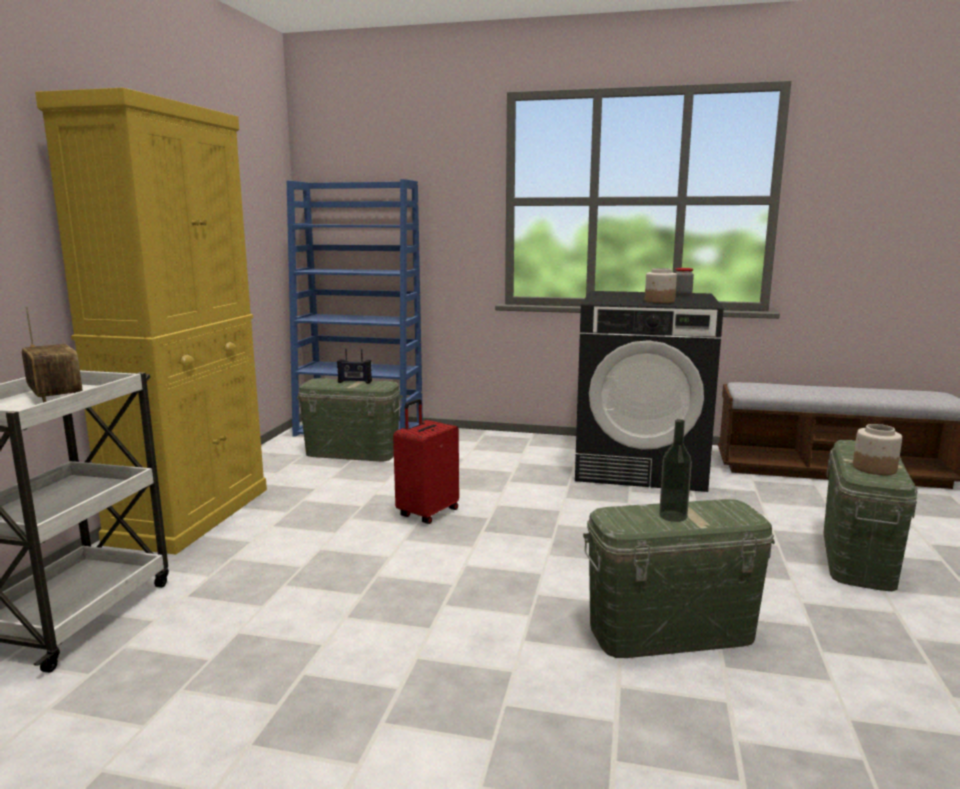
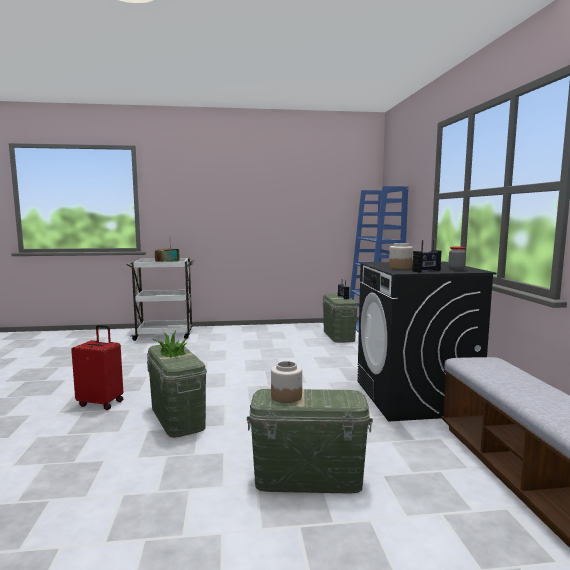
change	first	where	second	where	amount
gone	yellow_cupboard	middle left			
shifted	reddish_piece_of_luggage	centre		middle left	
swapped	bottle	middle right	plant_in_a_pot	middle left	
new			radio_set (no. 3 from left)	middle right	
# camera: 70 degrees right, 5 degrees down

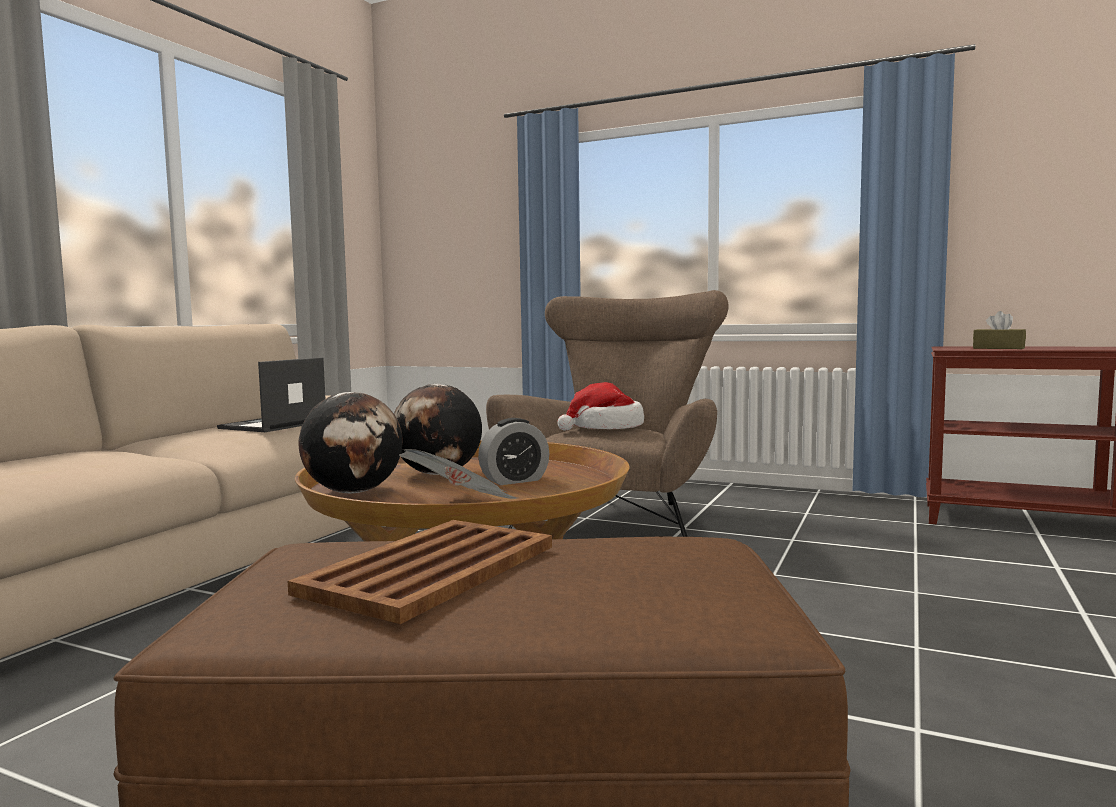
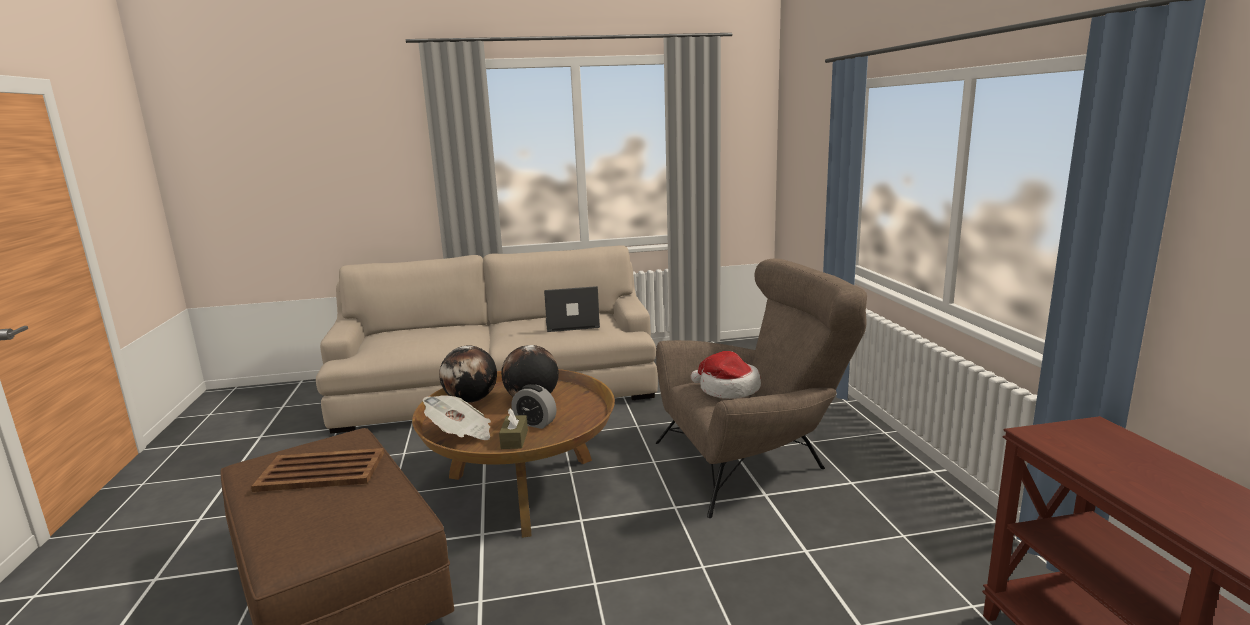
change	first	where	second	where	amount
shifted	brownish_tissue_box	middle right		bottom centre	
# camera: 55 degrees right, 10 degrees up

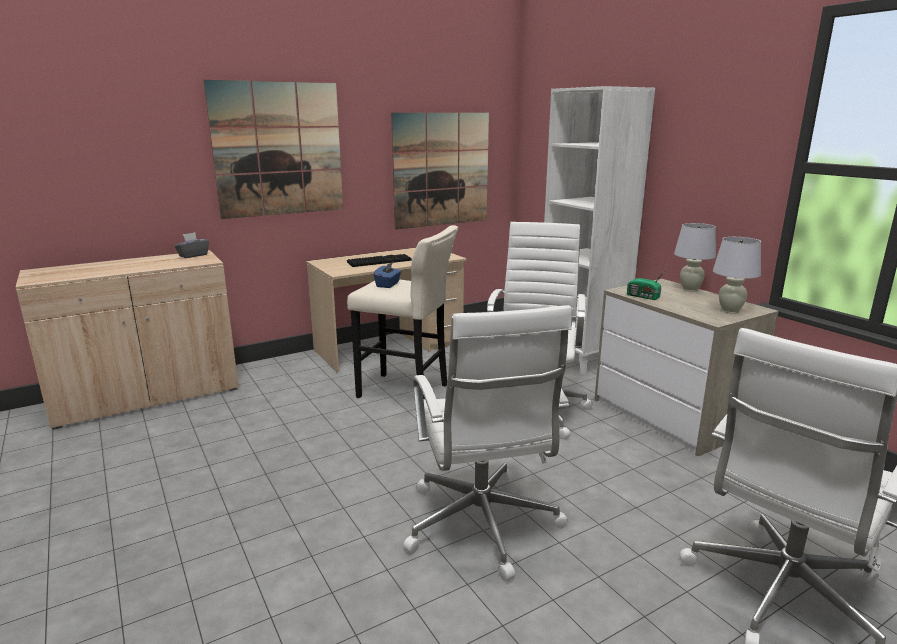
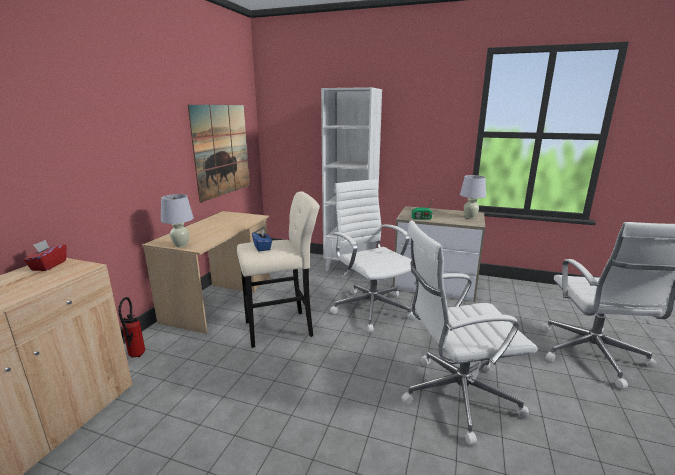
change	first	where	second	where	amount
repainted	gray_tissue_box	middle left	reddish_tissue_box	middle left	
gone	picture (no. 1 from left)	top left			
gone	computer_keyboard	centre			
rotated	white_office_chair (no. 1 from left in the first image)	bottom centre	white_office_chair (no. 2 from left)	bottom right	135 degrees clockwise
shifted	white_table_lamp (no. 1 from left)	middle right		middle left	
new			extinguisher	bottom left	
# camera: 40 degrees left, 0 degrees up

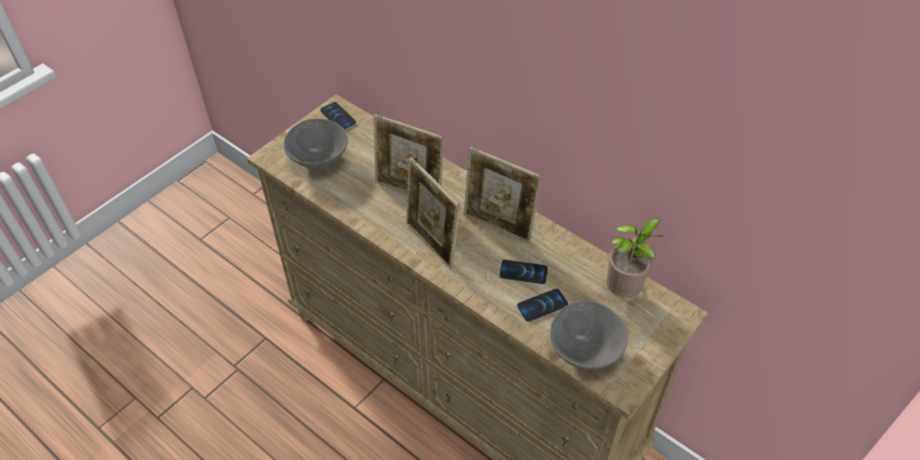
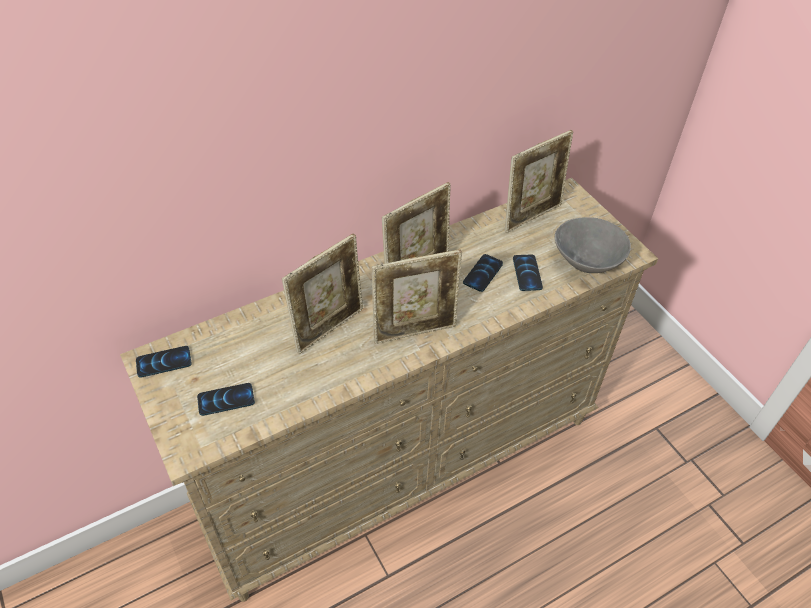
change	first	where	second	where	amount
swapped	gray_deep_dish (no. 1 from left)	top centre	handset (no. 2 from left)	middle left	
swapped	plant_in_a_pot	middle right	photo_frame (no. 4 from left)	top centre	
# camera: 70 degrees left, 0 degrees up

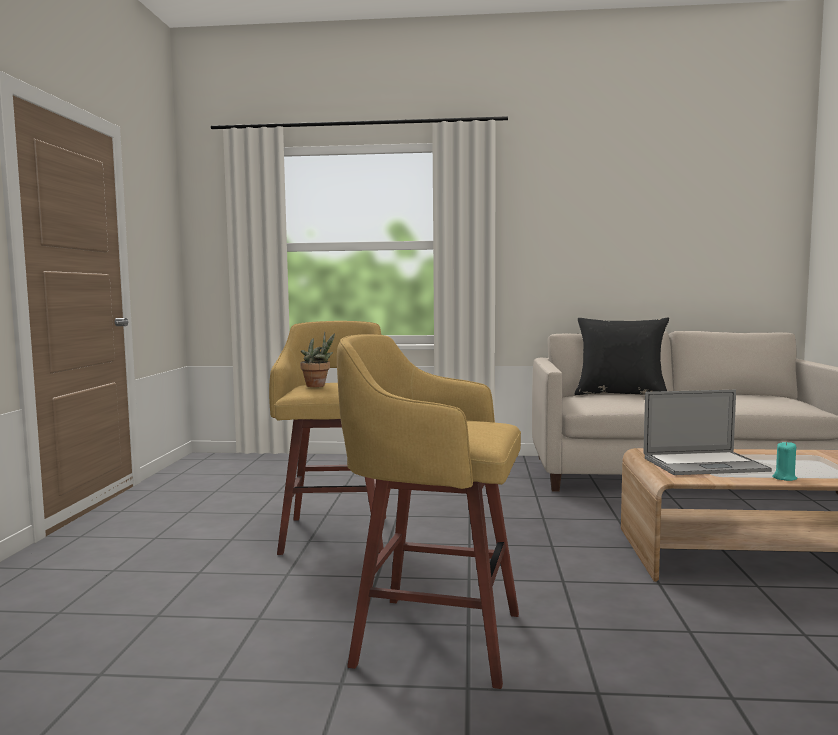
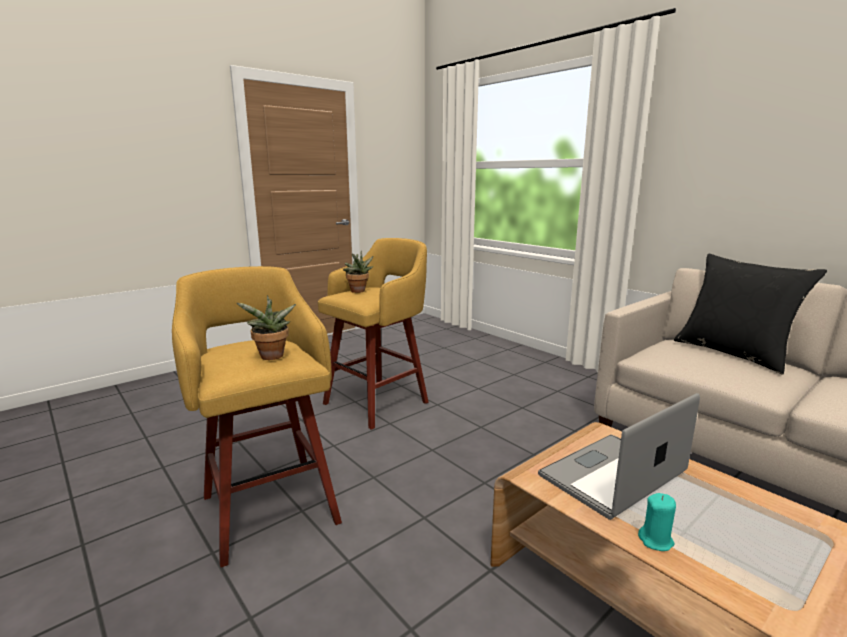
change	first	where	second	where	amount
rotated	portable_computer	middle right		bottom right	105 degrees clockwise
new			plant_in_a_pot (no. 1 from left)	middle left	
# camera: 45 degrees right, 10 degrees up

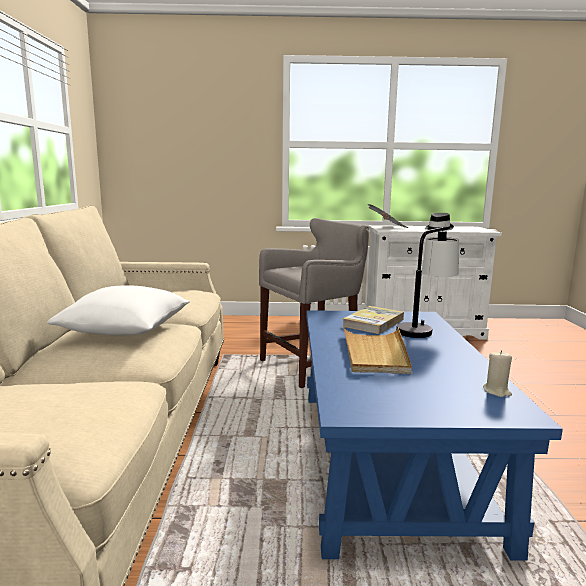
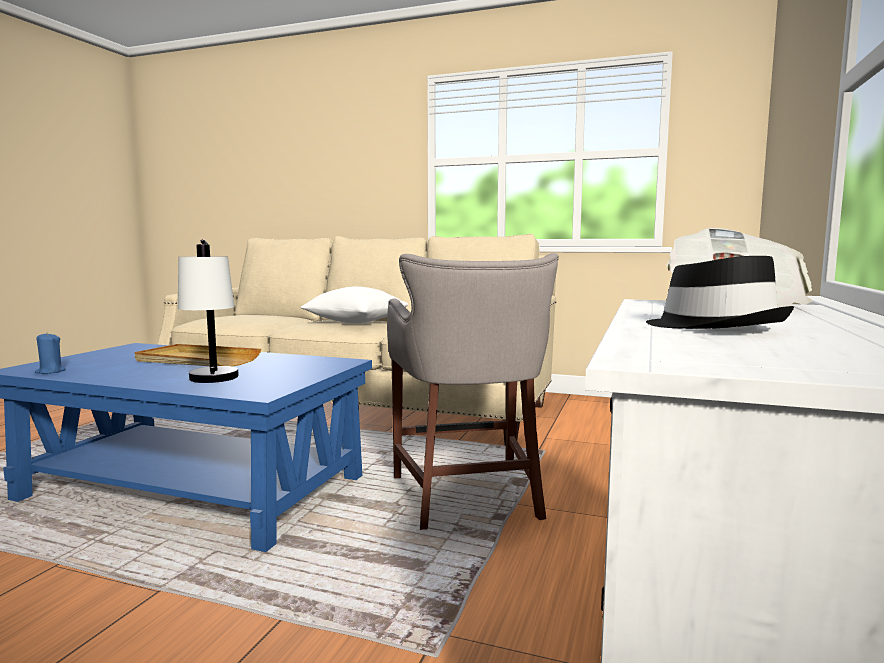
change	first	where	second	where	amount
gone	book	centre			
repainted	beige-coloured_wax_candle	middle right	bluish_wax_candle	middle left	
# camera: 110 degrees right, 5 degrees down

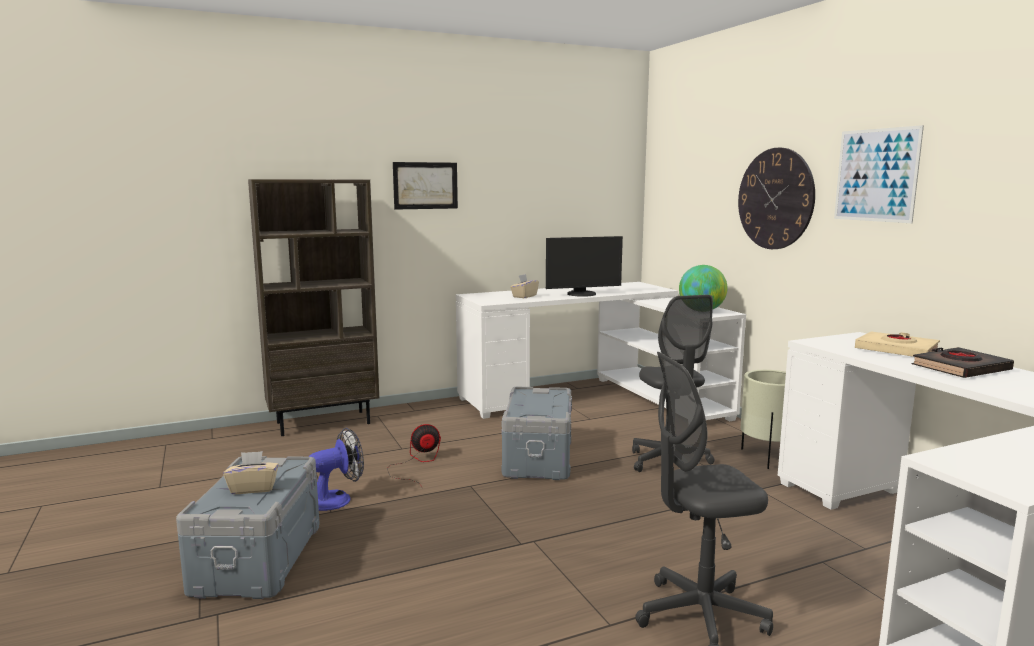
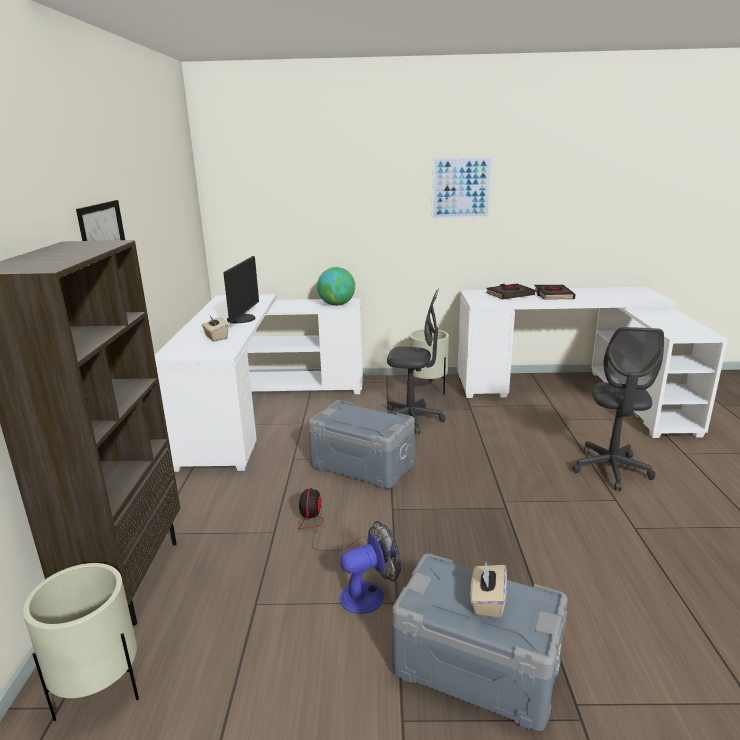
change	first	where	second	where	amount
rotated	fan (no. 1 from left in the first image)	bottom left	fan (no. 2 from left)	bottom centre	75 degrees clockwise
gone	clock_on_the_wall	top right			
repainted	beige-coloured_book	middle right	blackish_book (no. 1 from left)	middle right	
new			beige-coloured_planter (no. 1 from left)	bottom left	
# camera: 65 degrees left, 10 degrees up

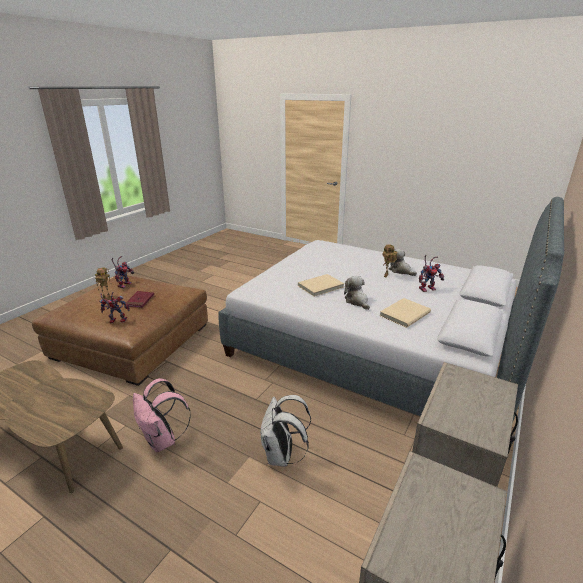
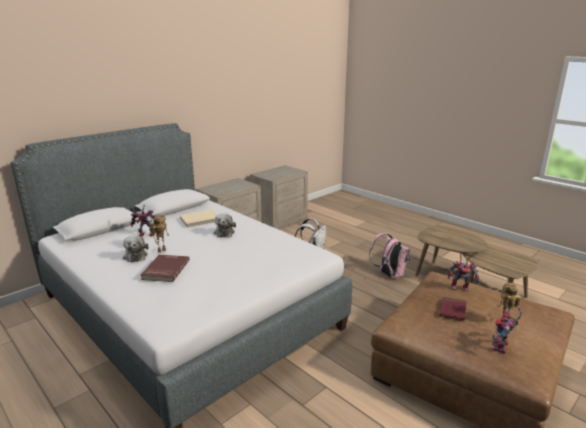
change	first	where	second	where	amount
gone	beige-coloured_book (no. 1 from left)	centre			
new			reddish_book (no. 1 from left)	middle left	
# camera: 165 degrees left, 5 degrees down

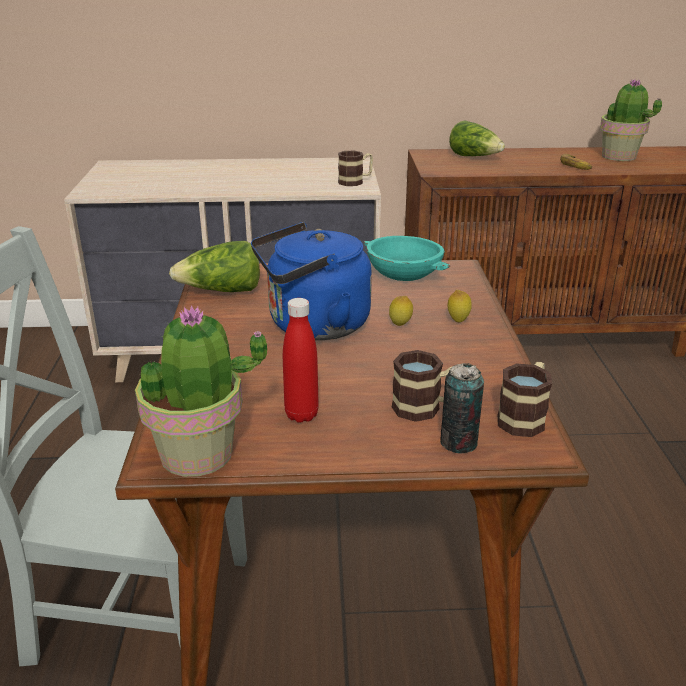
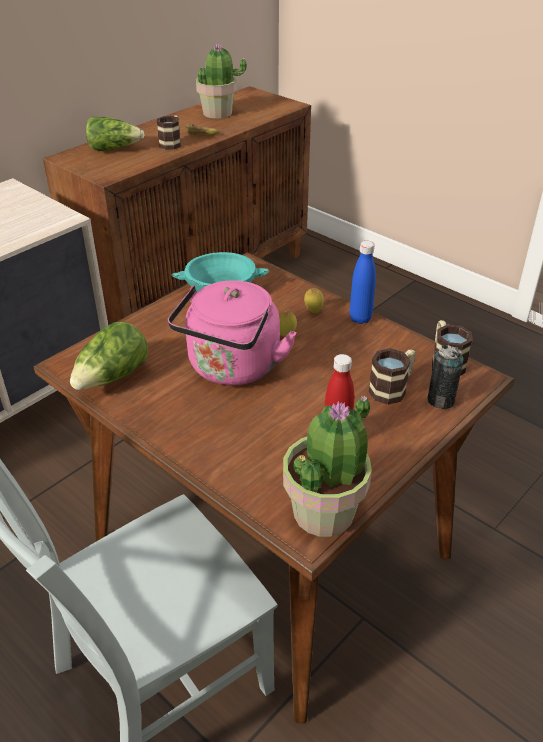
change	first	where	second	where	amount
repainted	bluish_water_kettle	centre	pink_water_kettle	centre	
shifted	coffee_mug (no. 1 from left)	top centre		top left	
new			bluish_bottle	middle right	
# camera: 45 degrees left, 10 degrees up

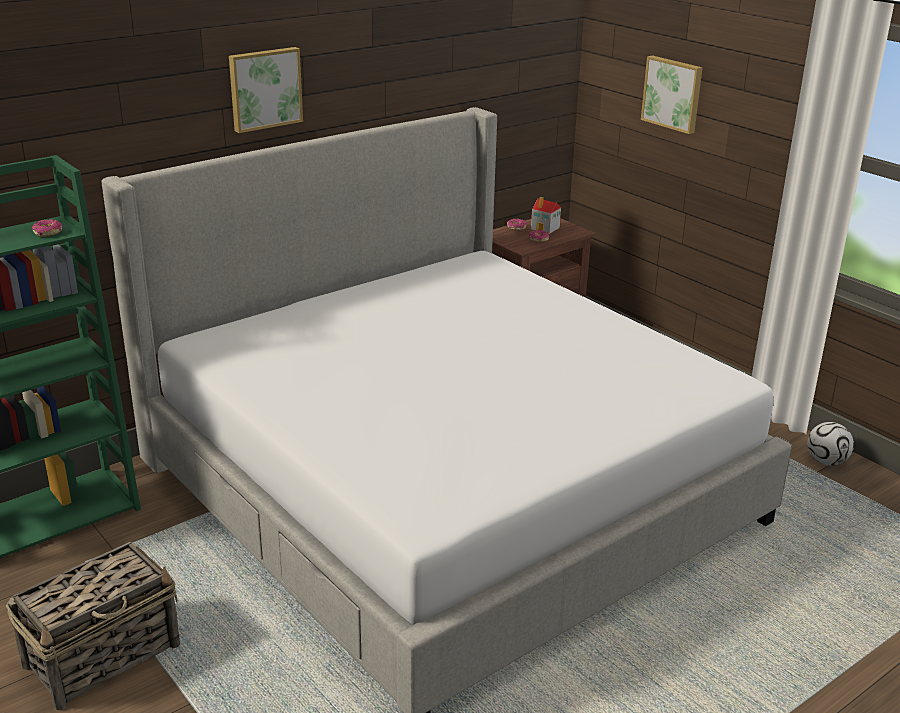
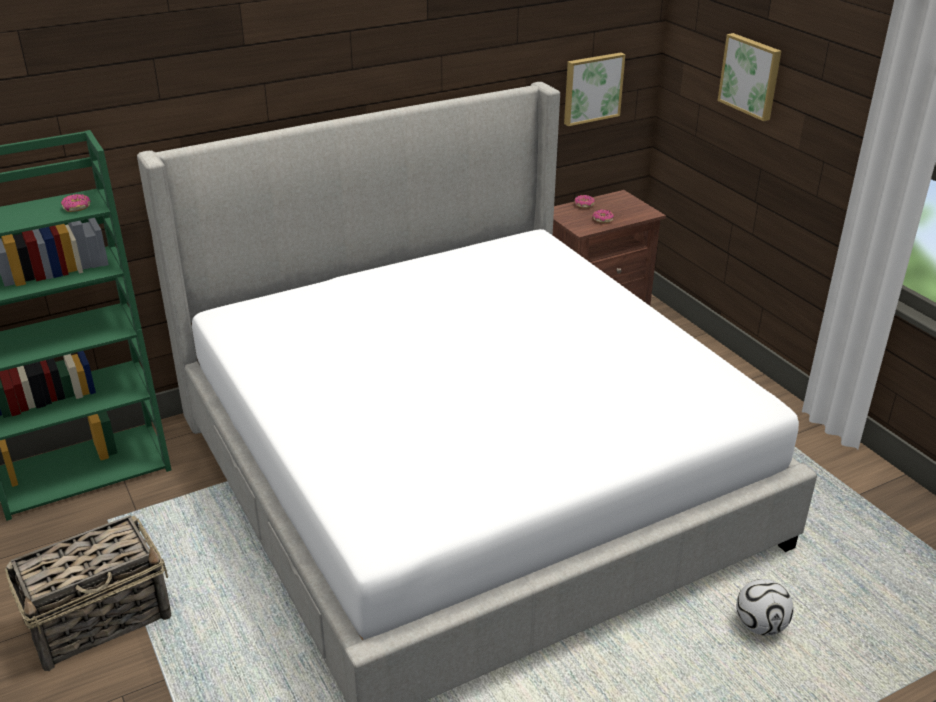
change	first	where	second	where	amount
shifted	picture (no. 1 from left)	top left		top centre	
gone	miniature_house	top centre			
shifted	ball_for_football	middle right		bottom right	
# camera: 10 degrees right, 5 degrees up

